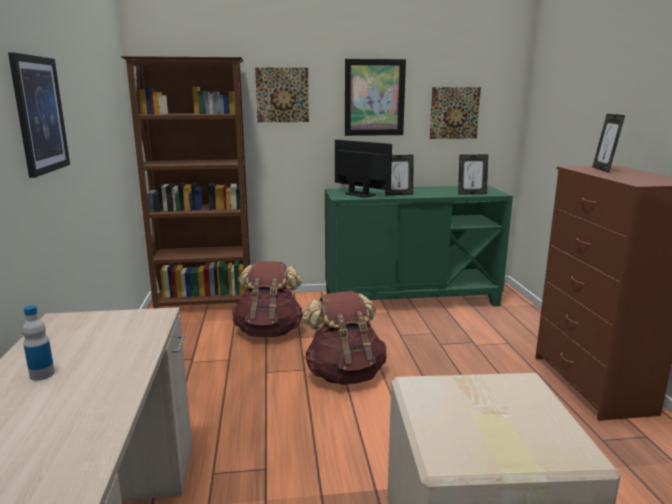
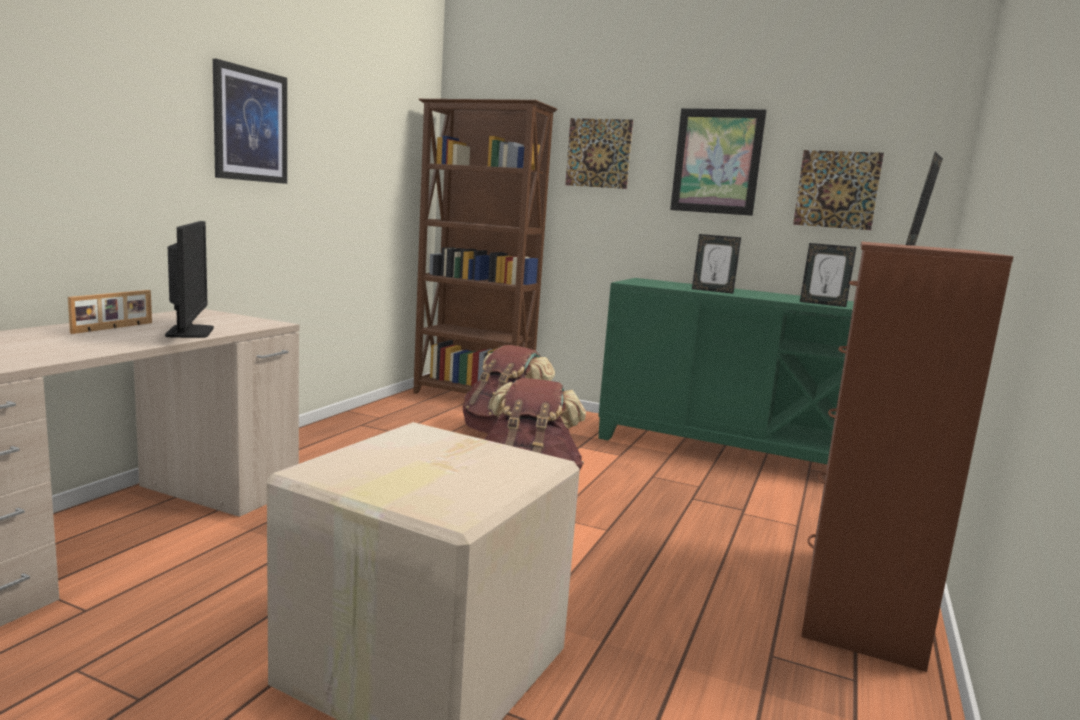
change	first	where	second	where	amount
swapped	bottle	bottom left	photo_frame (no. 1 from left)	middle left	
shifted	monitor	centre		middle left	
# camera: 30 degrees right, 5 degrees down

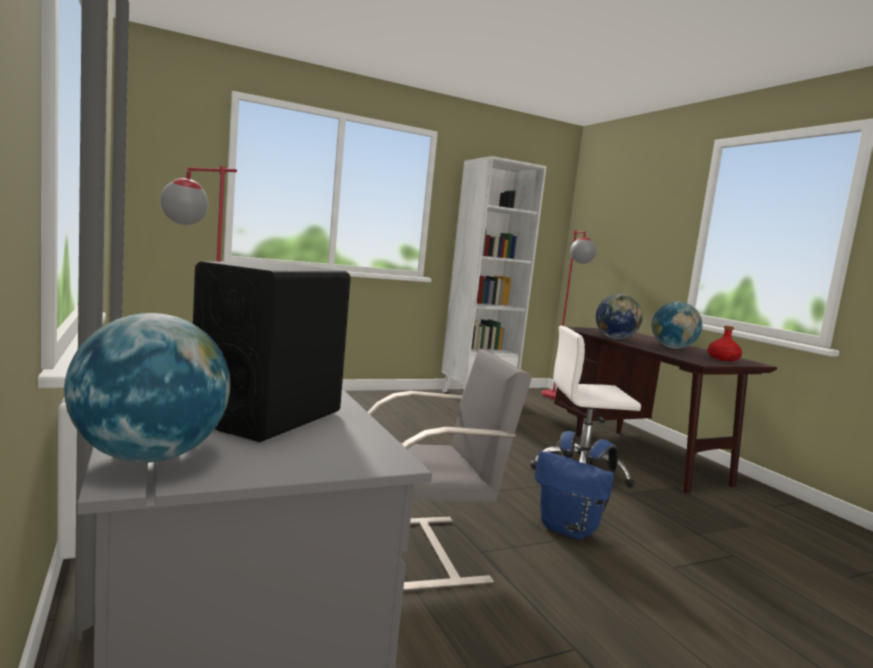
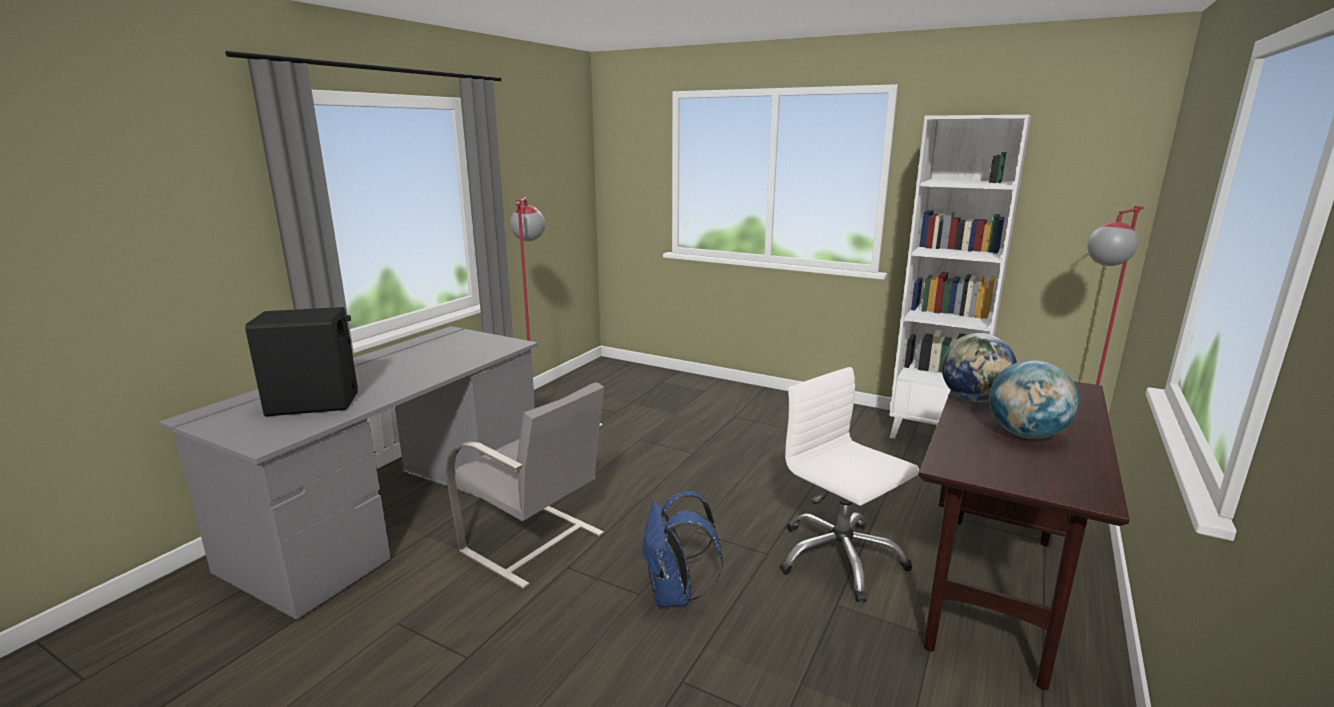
change	first	where	second	where	amount
gone	world_globe (no. 1 from left)	middle left			
gone	reddish_bottle	middle right			
# camera: 55 degrees right, 10 degrees up

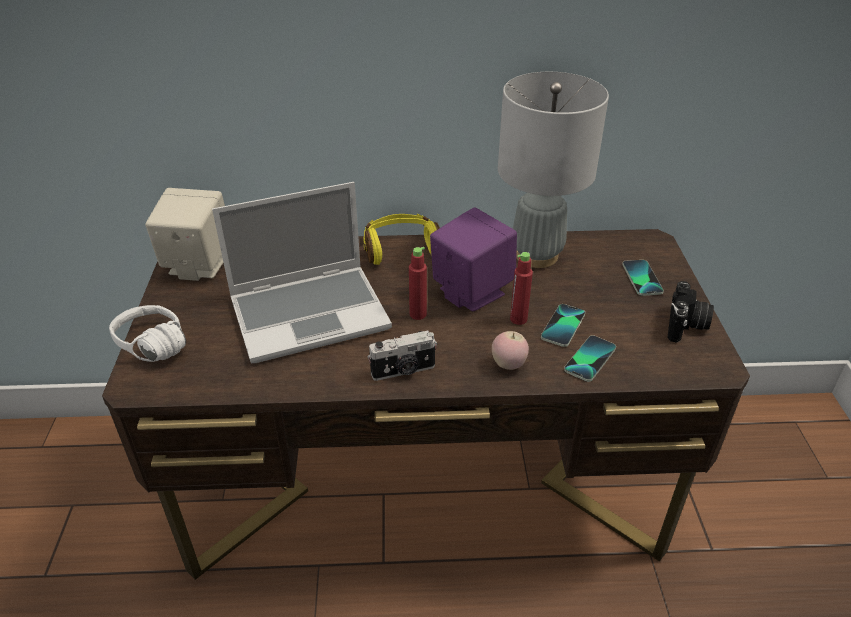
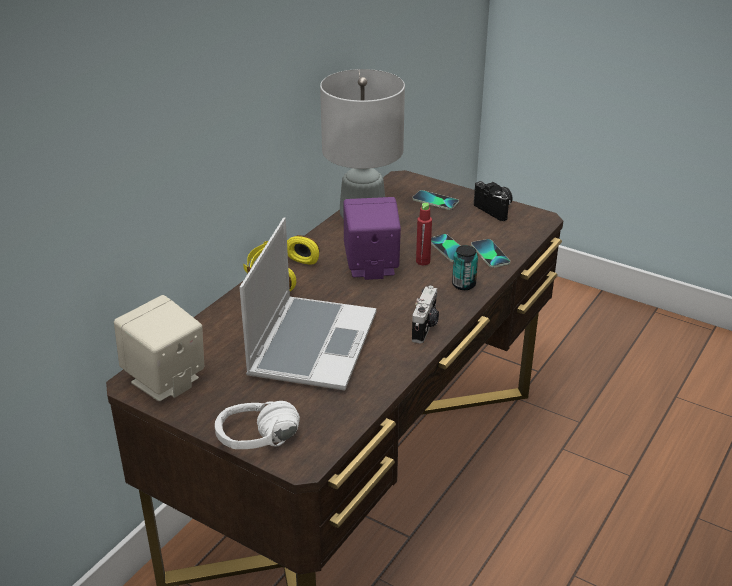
change	first	where	second	where	amount
gone	reddish_bottle (no. 1 from left)	centre			
swapped	apple_fruit	centre	sealed_can	centre	
# camera: 55 degrees left, 5 degrees down

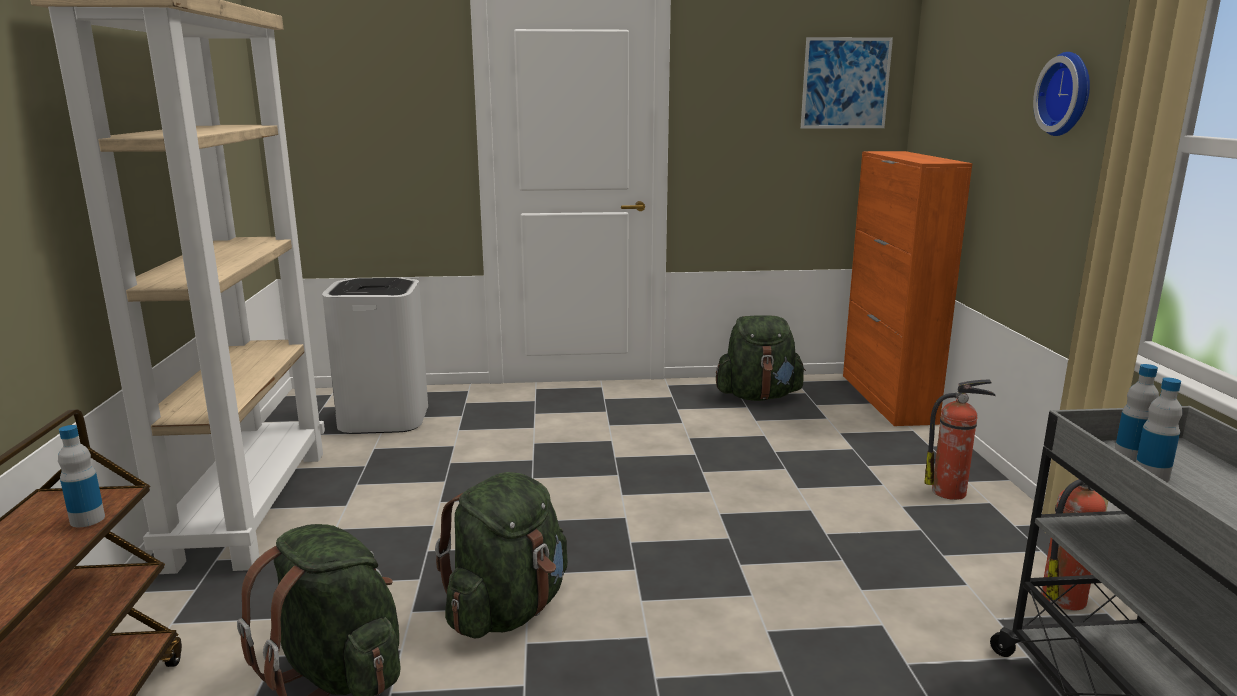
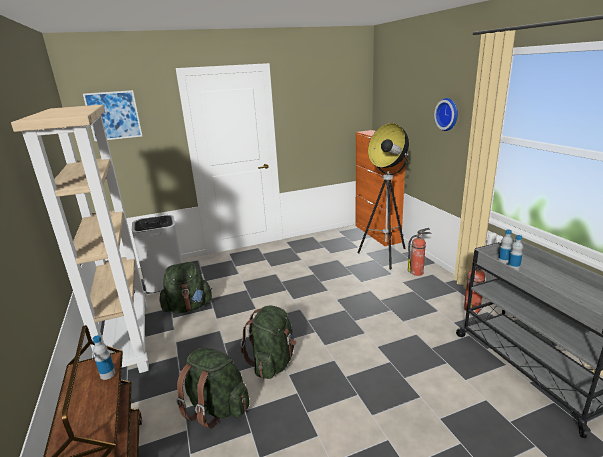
change	first	where	second	where	amount
shifted	green_rucksack (no. 3 from left in the first image)	centre	green_rucksack (no. 1 from left)	middle left	
shifted	picture	top right		top left	
new			standard_lamp	centre	
# camera: 15 degrees left, 5 degrees up

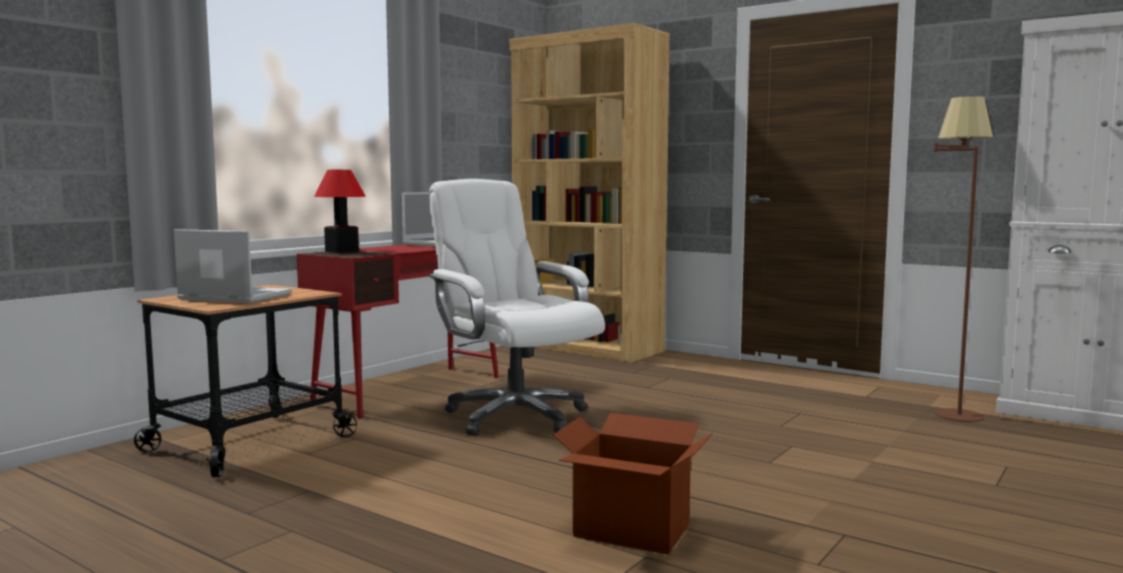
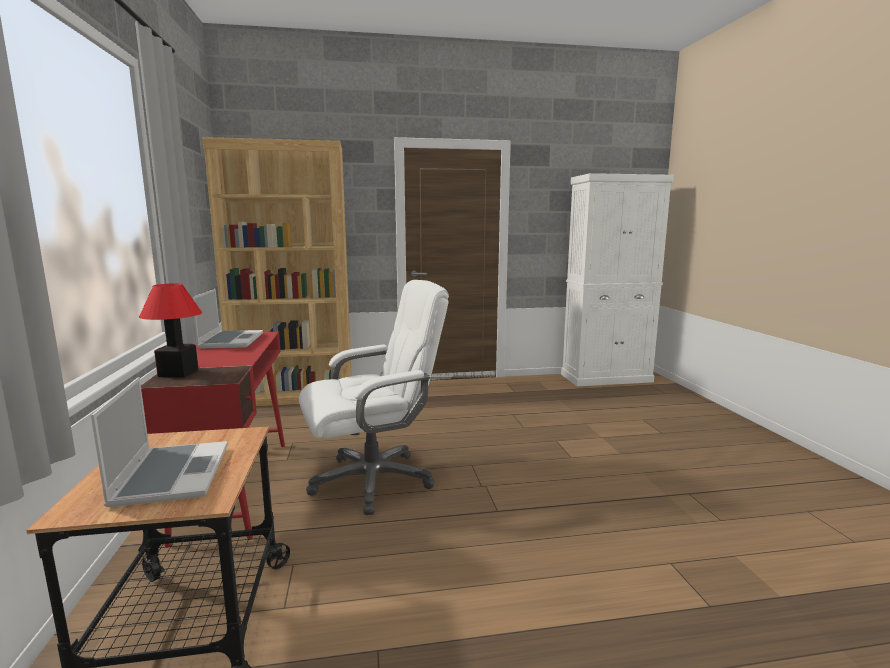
change	first	where	second	where	amount
rotated	portable_computer (no. 1 from left)	middle left		middle left	105 degrees clockwise
rotated	white_office_chair	centre		centre	150 degrees clockwise
gone	cardboard_box	bottom centre			
gone	brownish_standard_lamp	middle right			
# camera: 45 degrees left, 5 degrees up

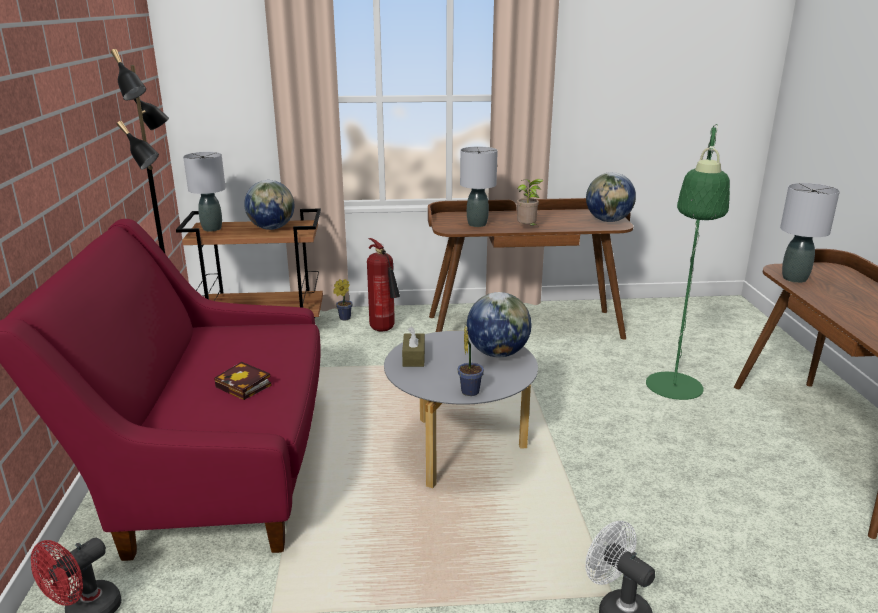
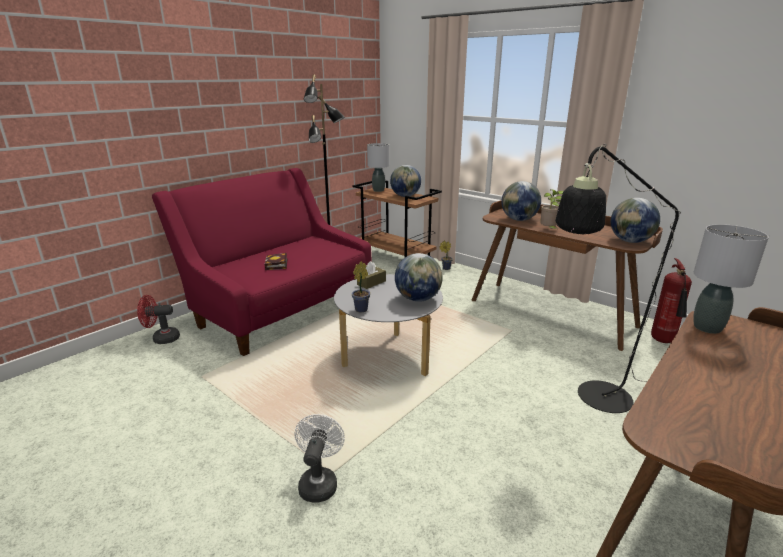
change	first	where	second	where	amount
shifted	extinguisher	centre		middle right	
swapped	gray_table_lamp (no. 2 from left)	top centre	world_globe (no. 3 from left)	centre	
repainted	green_standard_lamp	middle right	blackish_standard_lamp (no. 2 from left)	middle right	
# camera: 45 degrees right, 0 degrees up

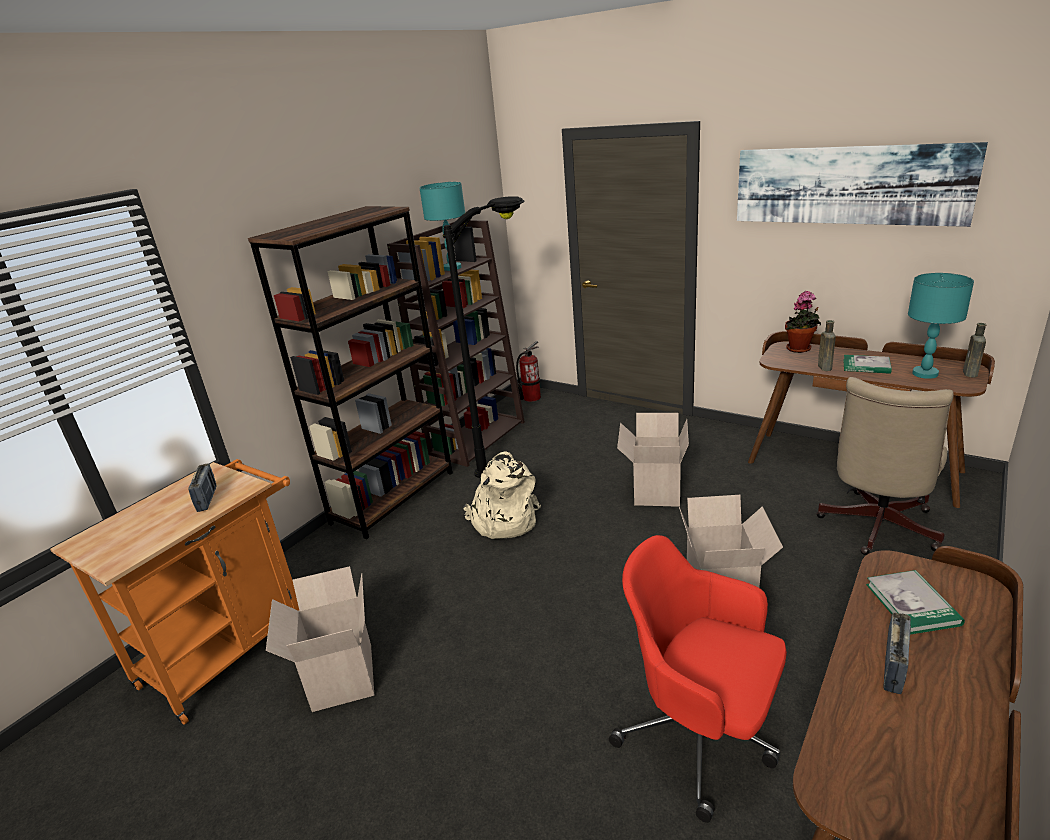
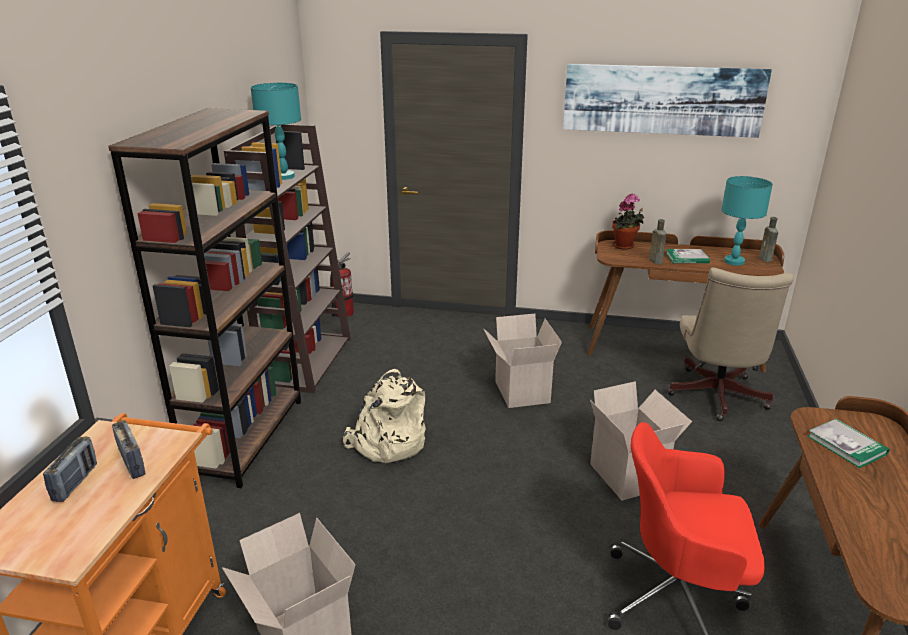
change	first	where	second	where	amount
gone	blackish_standard_lamp	centre			
shifted	radio_set (no. 2 from left in the first image)	bottom right	radio_set (no. 1 from left)	bottom left	
# camera: 25 degrees left, 0 degrees up

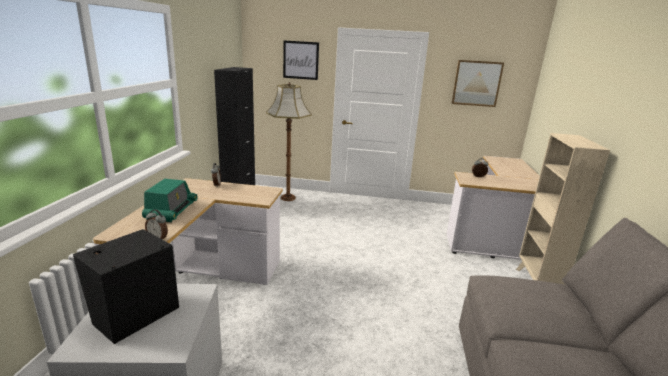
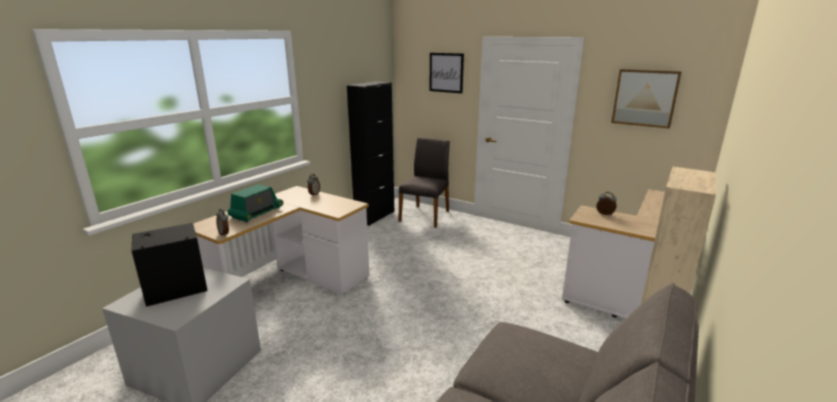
change	first	where	second	where	amount
swapped	standard_lamp	centre	gray_upright_chair	centre	
# camera: 25 degrees right, 0 degrees up

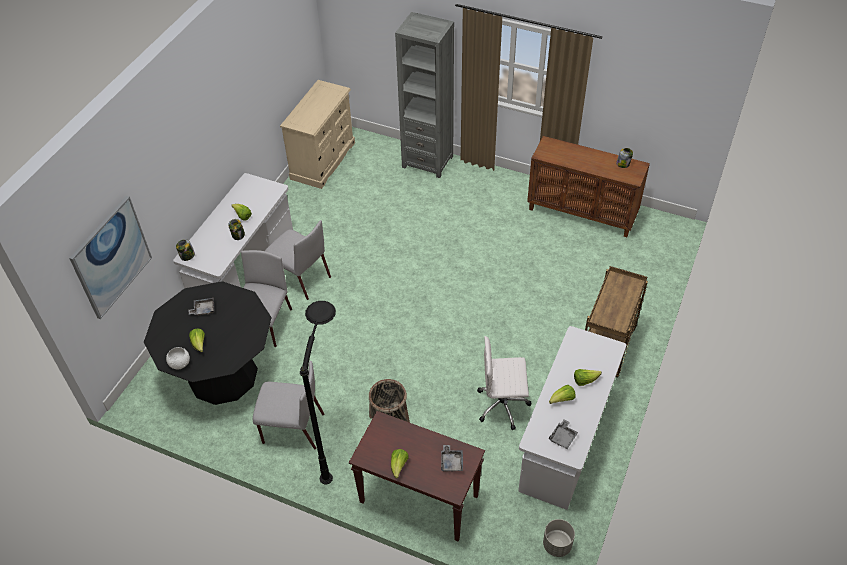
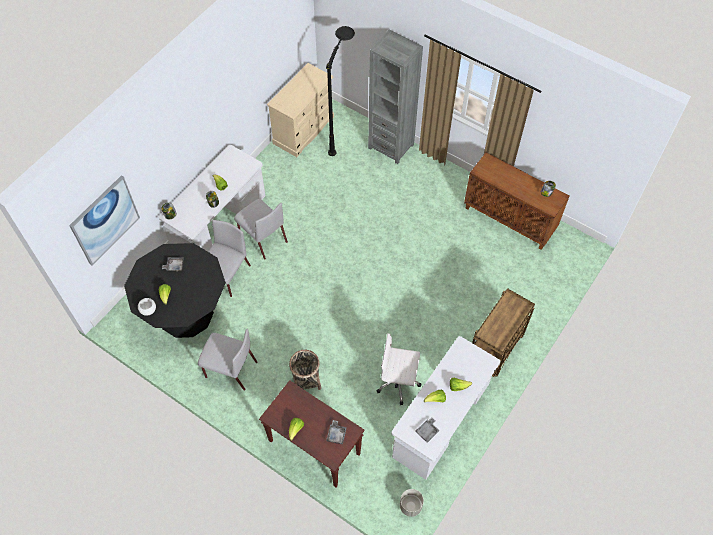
change	first	where	second	where	amount
shifted	blackish_standard_lamp	bottom centre		top centre	
# camera: 10 degrees right, 10 degrees up

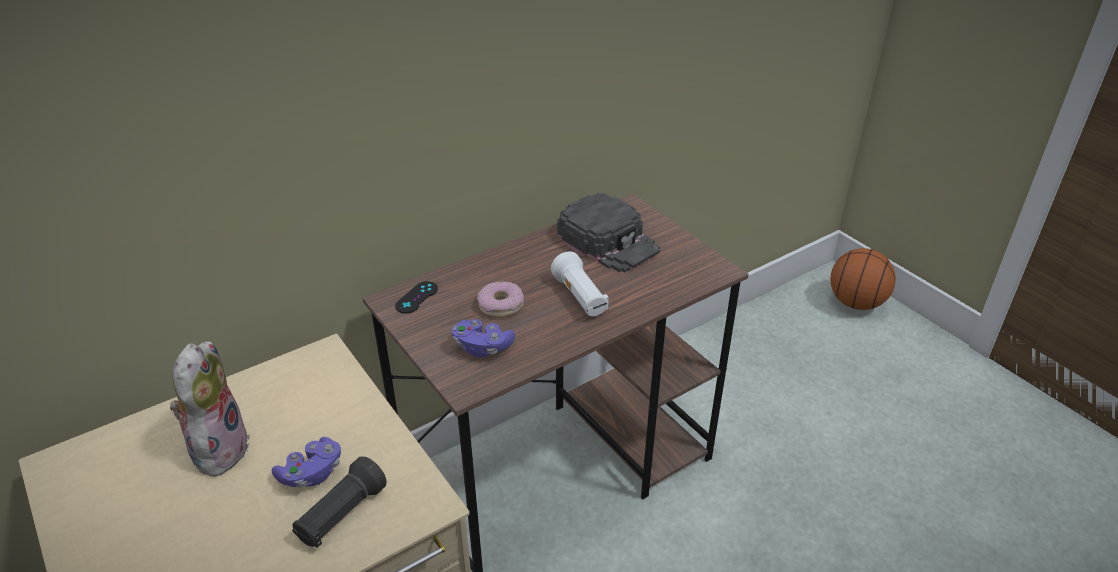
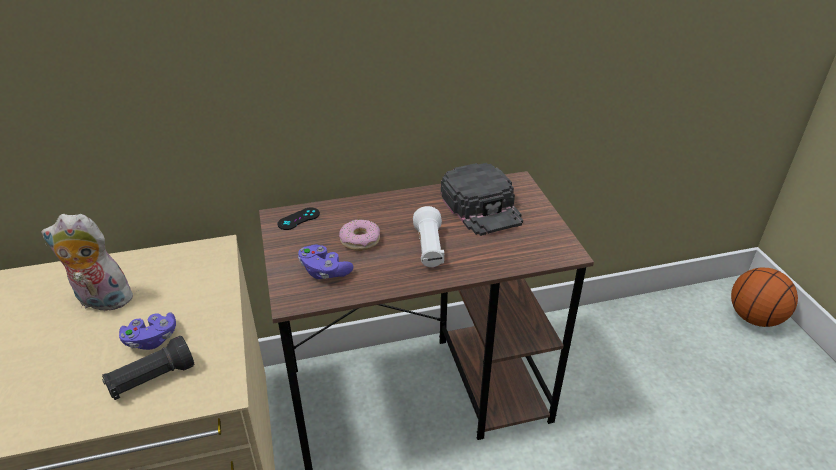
change	first	where	second	where	amount
rotated	soft_toy	bottom left		middle left	105 degrees counterclockwise
# camera: 20 degrees right, 0 degrees up

